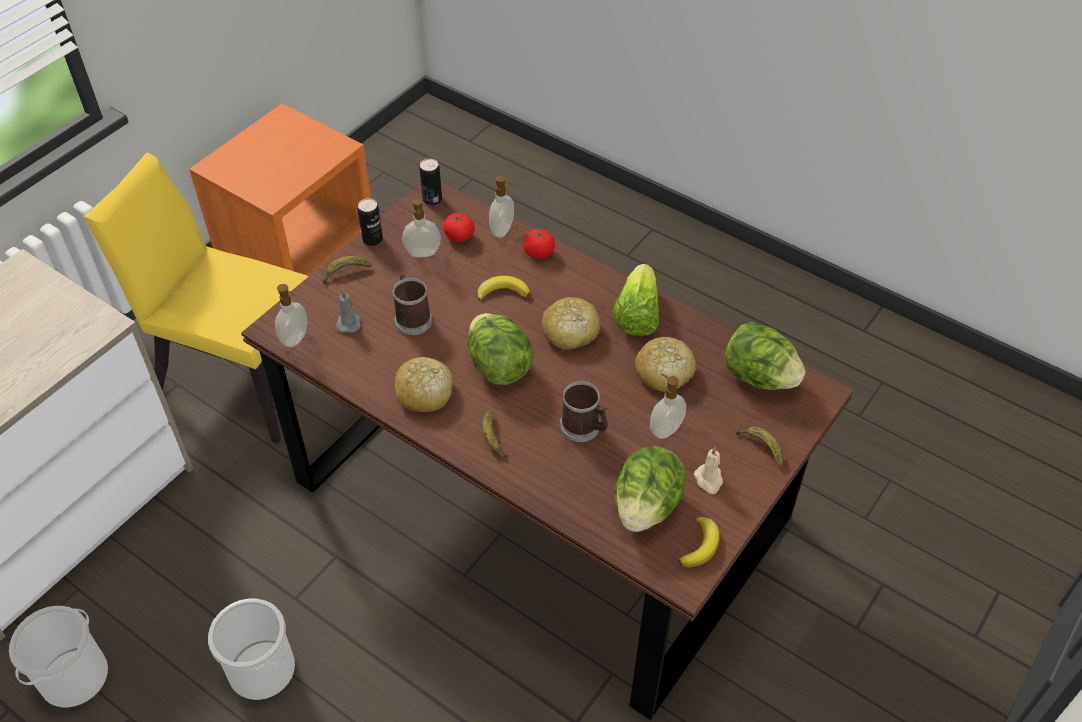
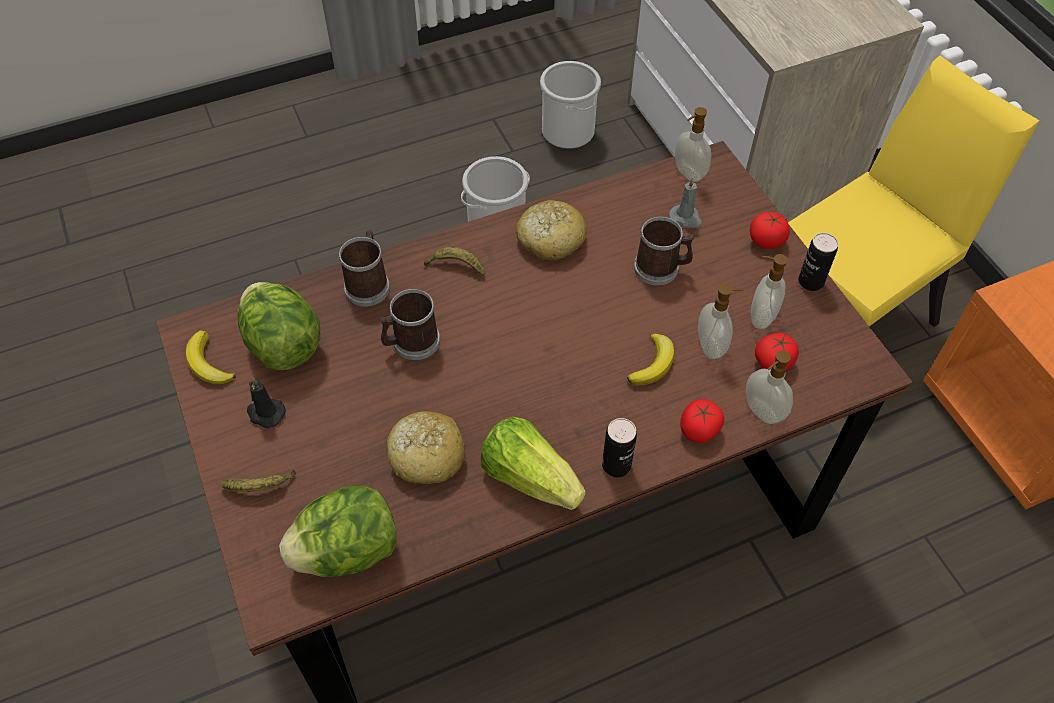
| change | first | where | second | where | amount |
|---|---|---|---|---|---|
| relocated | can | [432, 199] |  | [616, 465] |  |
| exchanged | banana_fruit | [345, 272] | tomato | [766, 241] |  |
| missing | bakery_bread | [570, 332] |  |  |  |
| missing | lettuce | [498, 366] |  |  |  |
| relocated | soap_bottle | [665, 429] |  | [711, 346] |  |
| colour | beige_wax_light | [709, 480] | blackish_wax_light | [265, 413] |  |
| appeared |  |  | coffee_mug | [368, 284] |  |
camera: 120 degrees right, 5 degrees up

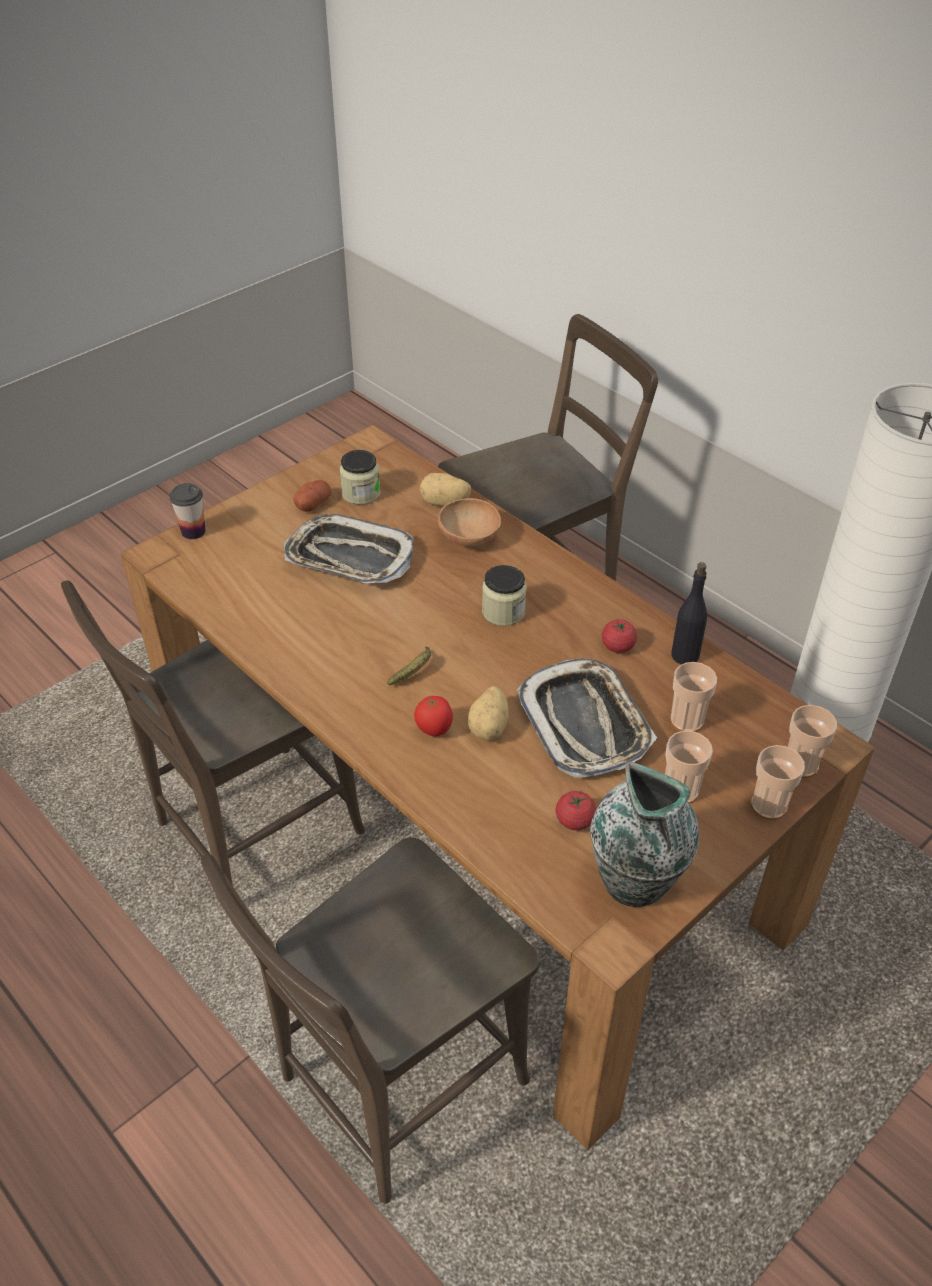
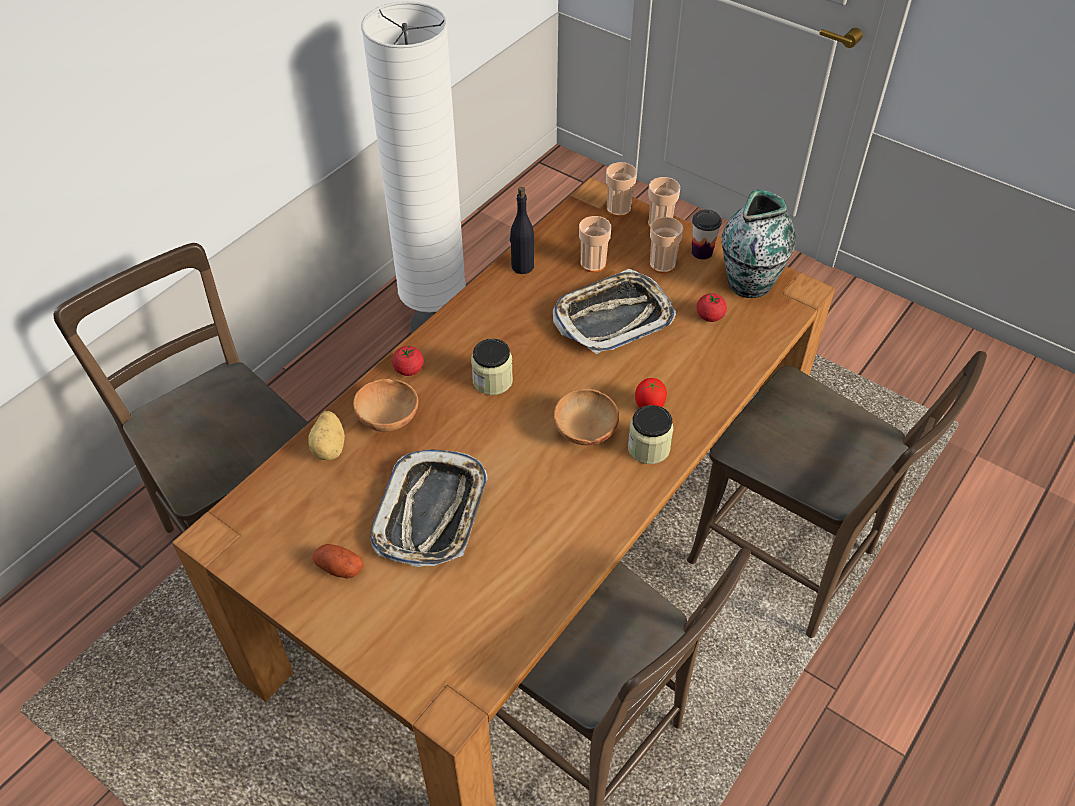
| change | first | where | second | where | amount |
|---|---|---|---|---|---|
| relocated | storage_jar | [361, 493] |  | [648, 448] |  |
| relocated | drinking_cup | [193, 531] |  | [701, 252] |  |
| relocated | tomato | [618, 646] |  | [409, 369] |  |
| exchanged | banana_fruit | [414, 671] | brown_serving_bowl | [584, 432] |  |
| missing | whole_potato | [490, 727] |  |  |  |
camera: 100 degrees left, 5 degrees up

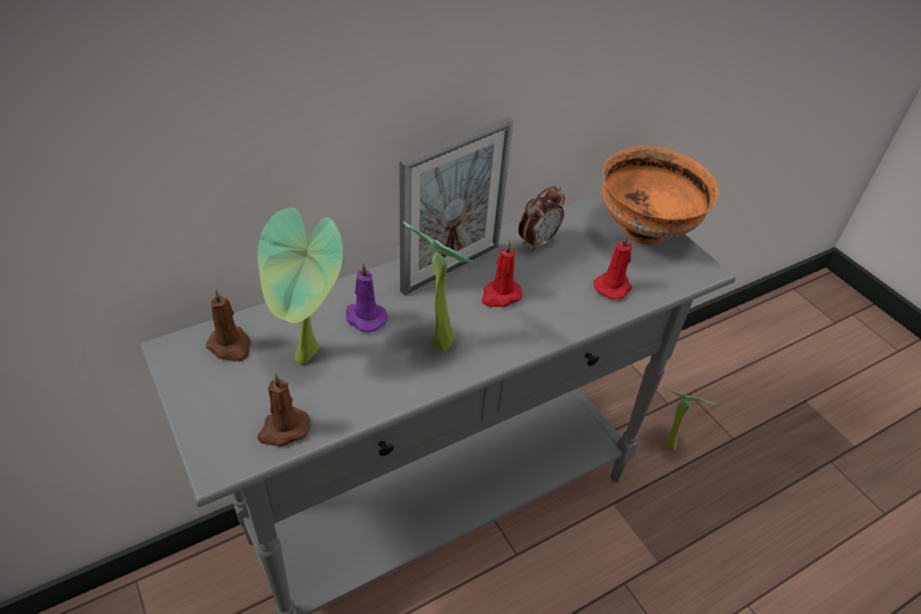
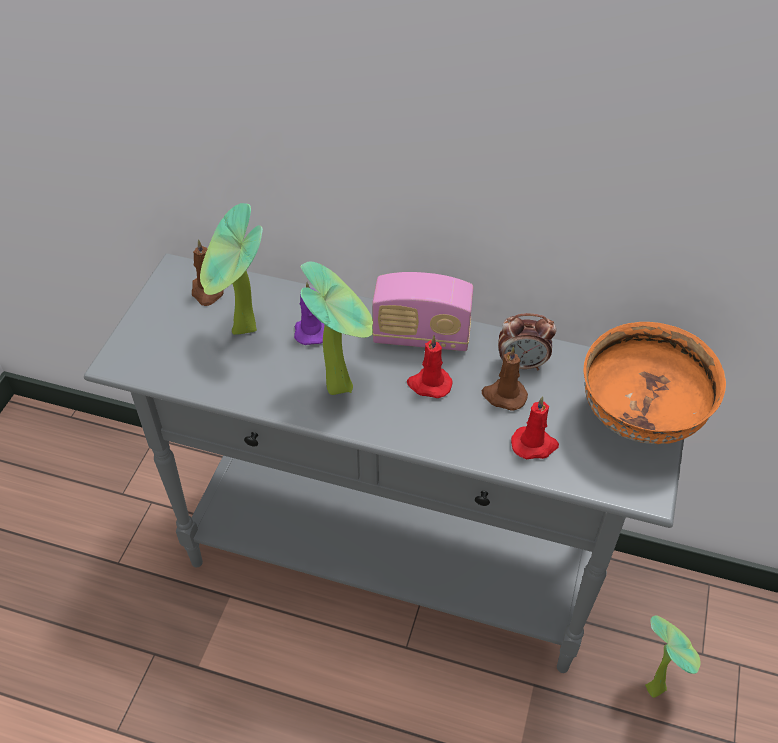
| change | first | where | second | where | amount |
|---|---|---|---|---|---|
| exchanged | photo_frame | [451, 268] | radio_receiver | [421, 336] |  |
| relocated | brown_wax_light | [283, 429] |  | [503, 396] |  |
camera: 50 degrees right, 5 degrees up

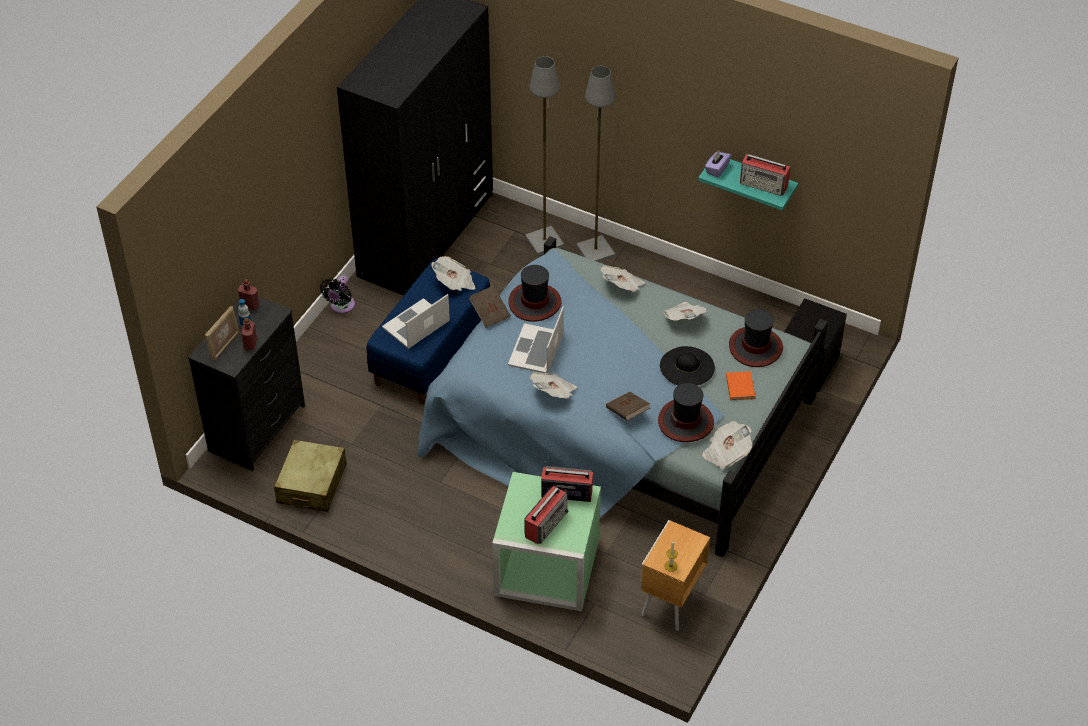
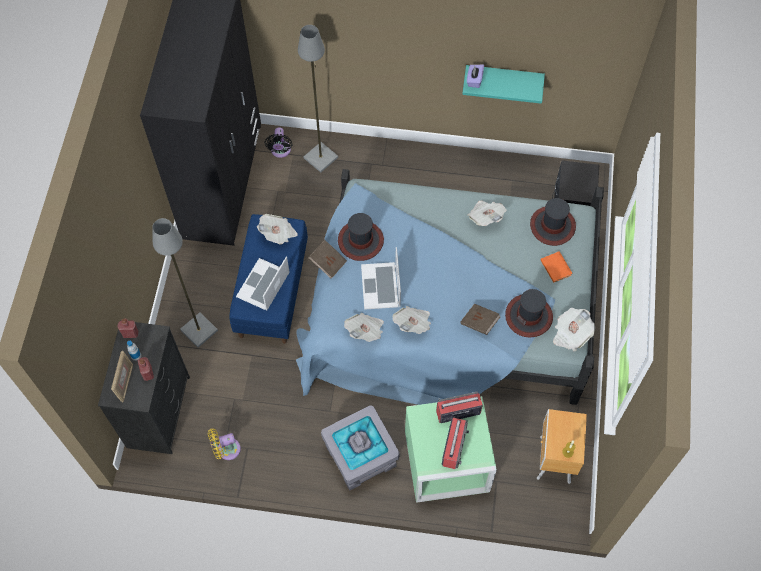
| change | first | where | second | where | amount |
|---|---|---|---|---|---|
| relocated | grey_standard_lamp | [594, 251] |  | [198, 330] |  |
| missing | radio_receiver | [764, 185] |  |  |  |
| relocated | newspaper | [622, 286] |  | [365, 331] |  |
| relocated | blackish_fan | [341, 306] |  | [280, 151] |  |
| missing | blackish_wearable_hat | [687, 367] |  |  |  |
| exchanged | beige_suitcase | [311, 484] | yellow-coloured_fan | [226, 450] |  |
| appeared |  |  | grey_storage_bin | [360, 456] |  |
camera: 20 degrees left, 15 degrees up

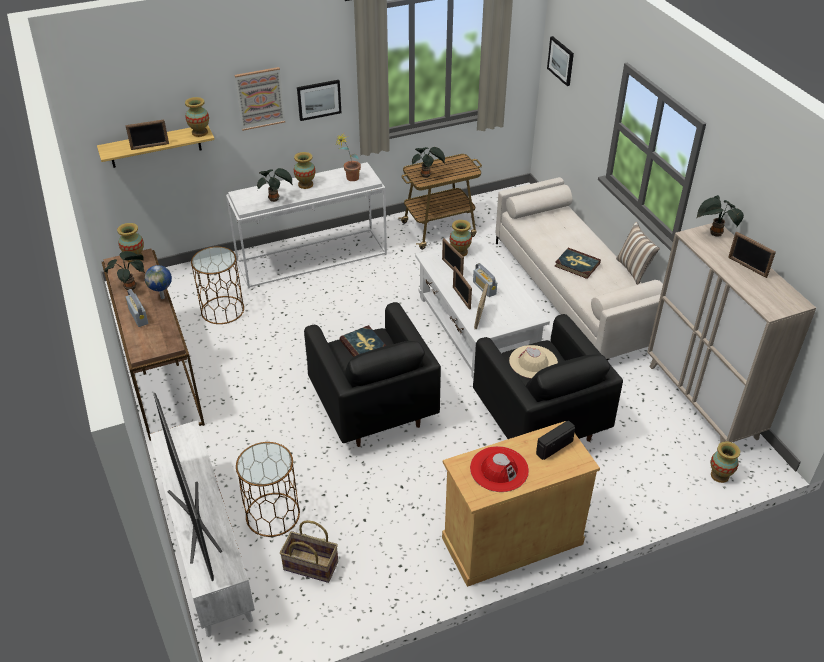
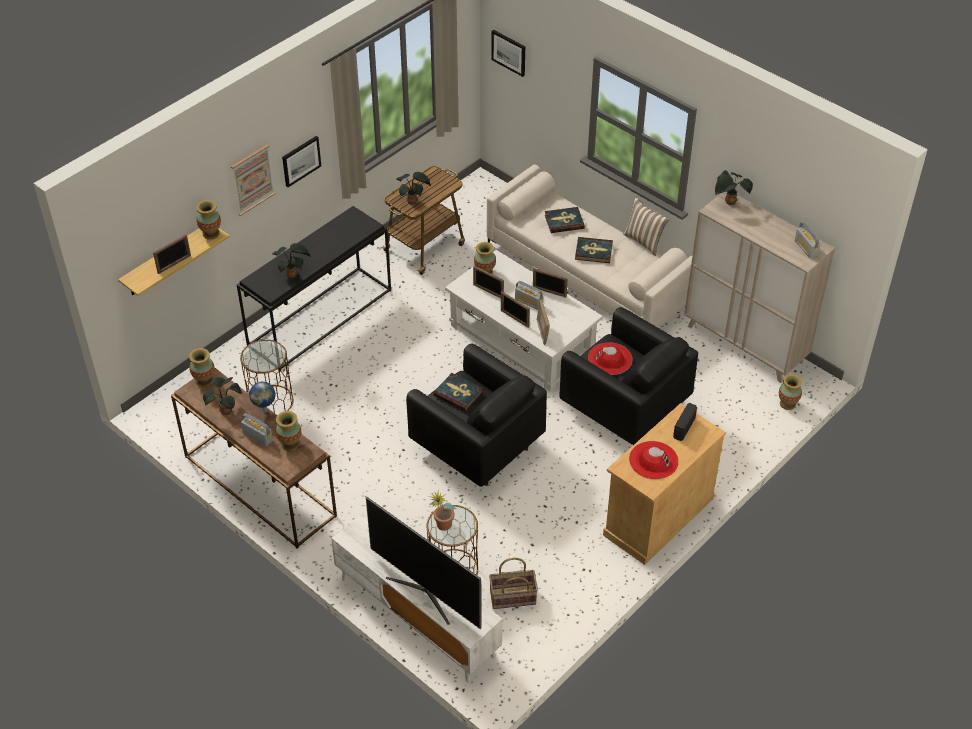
| change | first | where | second | where | amount |
|---|---|---|---|---|---|
| relocated | houseplant | [349, 179] |  | [442, 528] |  |
| relocated | flower_vase | [305, 184] |  | [290, 444] |  |
| colour | white-coloured_narrow_table | [312, 257] | blackish_narrow_table | [320, 317] |  |
| relocated | photo_frame | [747, 267] |  | [549, 292] |  |
| colour | beige_wearable_hat | [533, 362] | red_wearable_hat | [610, 359] |  |
| appeared |  |  | volume | [564, 221] |  |
| appeared |  |  | radio_receiver | [806, 248] |  |
camera: 25 degrees left, 5 degrees up

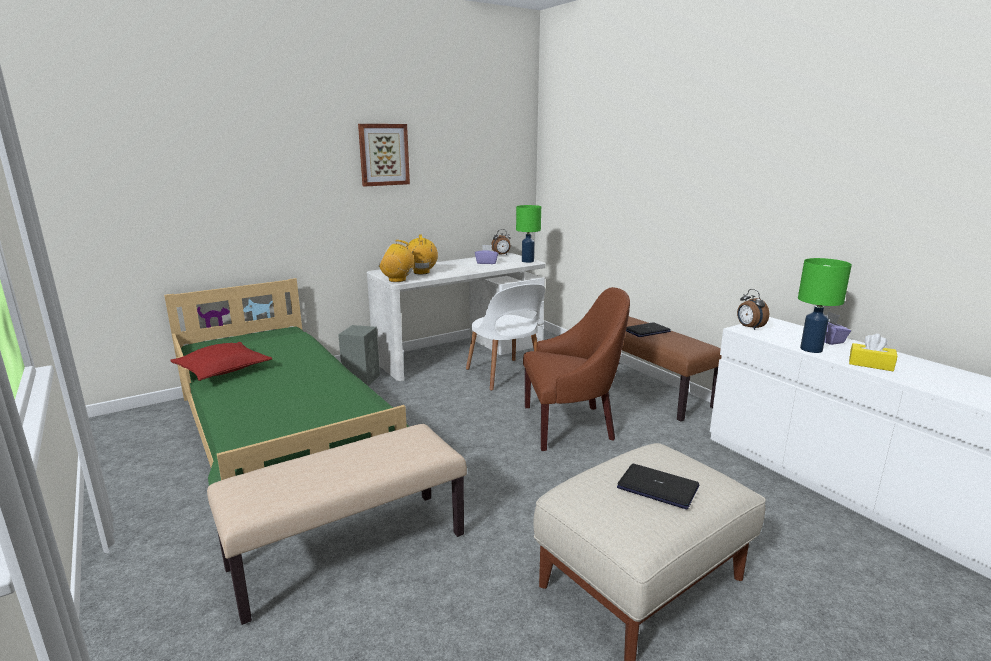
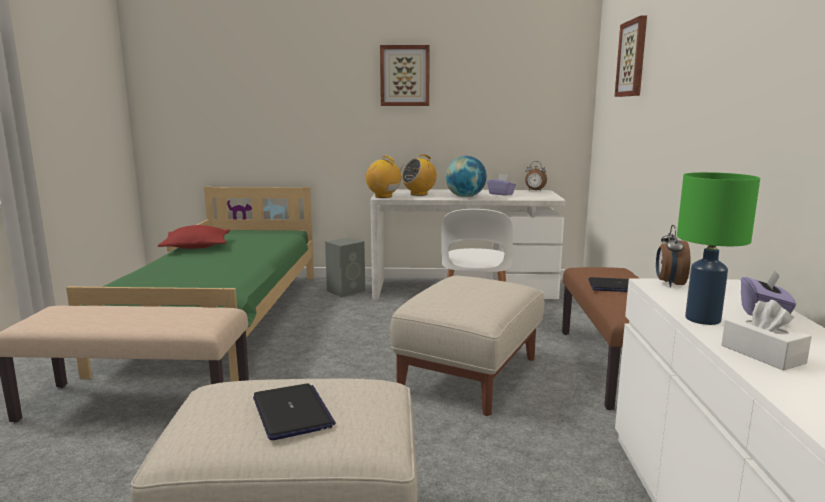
| change | first | where | second | where | amount |
|---|---|---|---|---|---|
| missing | green-coloured_tabletop_lamp | [527, 261] |  |  |  |
| spun | radio_receiver | [421, 272] |  | [419, 194] | 150 degrees counterclockwise |
| exchanged | brown_easy_chair | [570, 425] | beige_footrest | [468, 374] |  |
| colour | yellow-coloured_tissue_box | [870, 364] | white-coloured_tissue_box | [762, 354] |  |
| appeared |  |  | wall_art | [632, 58] |  |
| appeared |  |  | desk_globe | [465, 197] |  |
camera: 35 degrees right, 5 degrees down

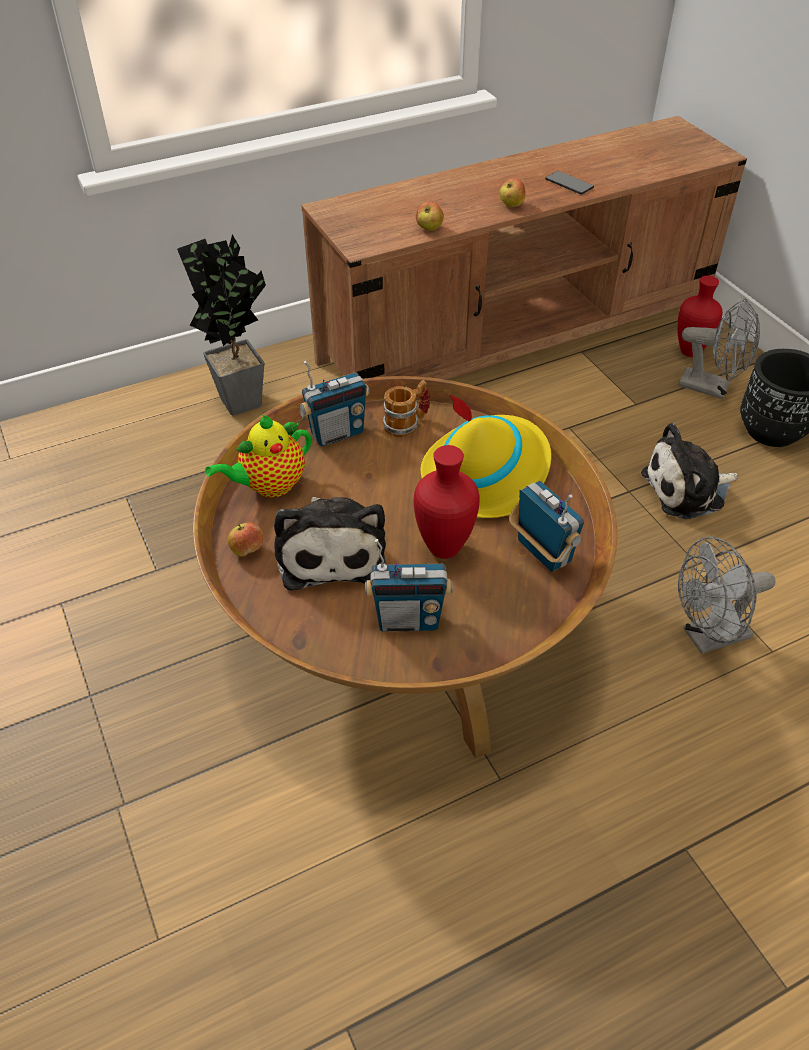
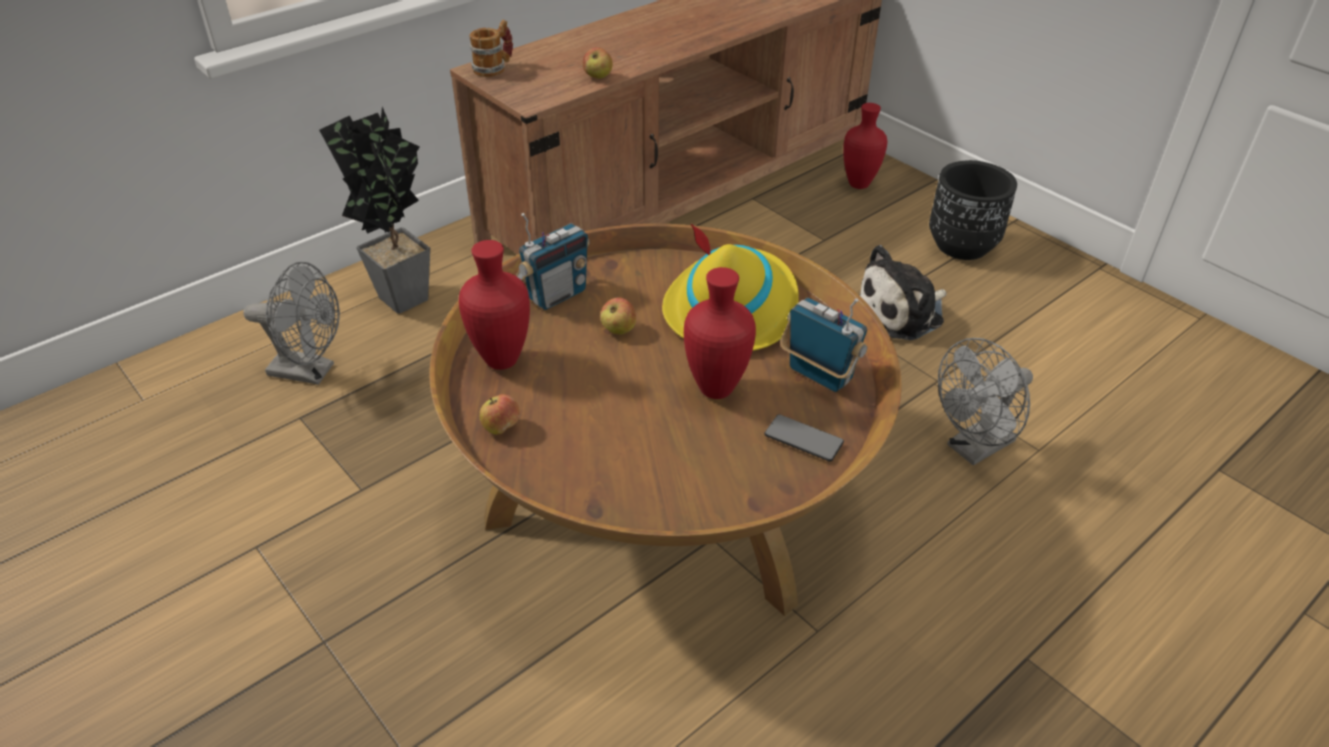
| change | first | where | second | where | amount |
|---|---|---|---|---|---|
| relocated | handset | [569, 184] |  | [803, 439] |  |
| relocated | whole_apple | [511, 204] |  | [618, 329] |  |
| relocated | grey_fan | [711, 388] |  | [311, 371] |  |
| relocated | coffee_mug | [407, 424] |  | [494, 68] |  |
| exchanged | pot_for_tea | [269, 486] | red_flower_vase | [502, 359] |  |
| missing | plush_toy | [330, 550] |  |  |  |
| missing | radio_receiver | [408, 620] |  |  |  |
camera: 15 degrees left, 5 degrees down

